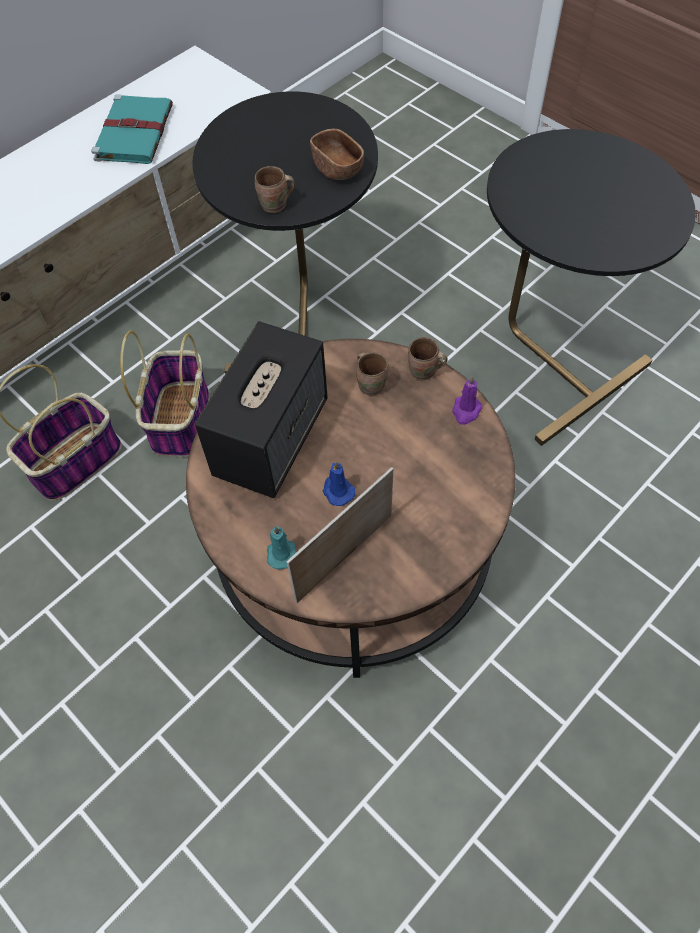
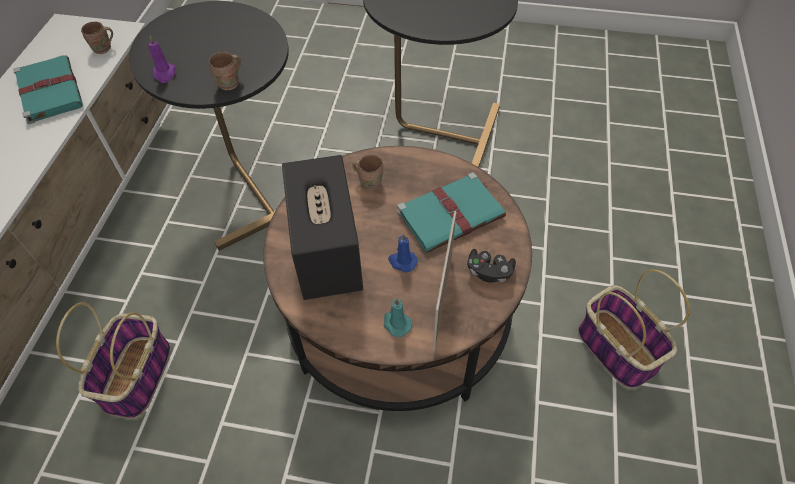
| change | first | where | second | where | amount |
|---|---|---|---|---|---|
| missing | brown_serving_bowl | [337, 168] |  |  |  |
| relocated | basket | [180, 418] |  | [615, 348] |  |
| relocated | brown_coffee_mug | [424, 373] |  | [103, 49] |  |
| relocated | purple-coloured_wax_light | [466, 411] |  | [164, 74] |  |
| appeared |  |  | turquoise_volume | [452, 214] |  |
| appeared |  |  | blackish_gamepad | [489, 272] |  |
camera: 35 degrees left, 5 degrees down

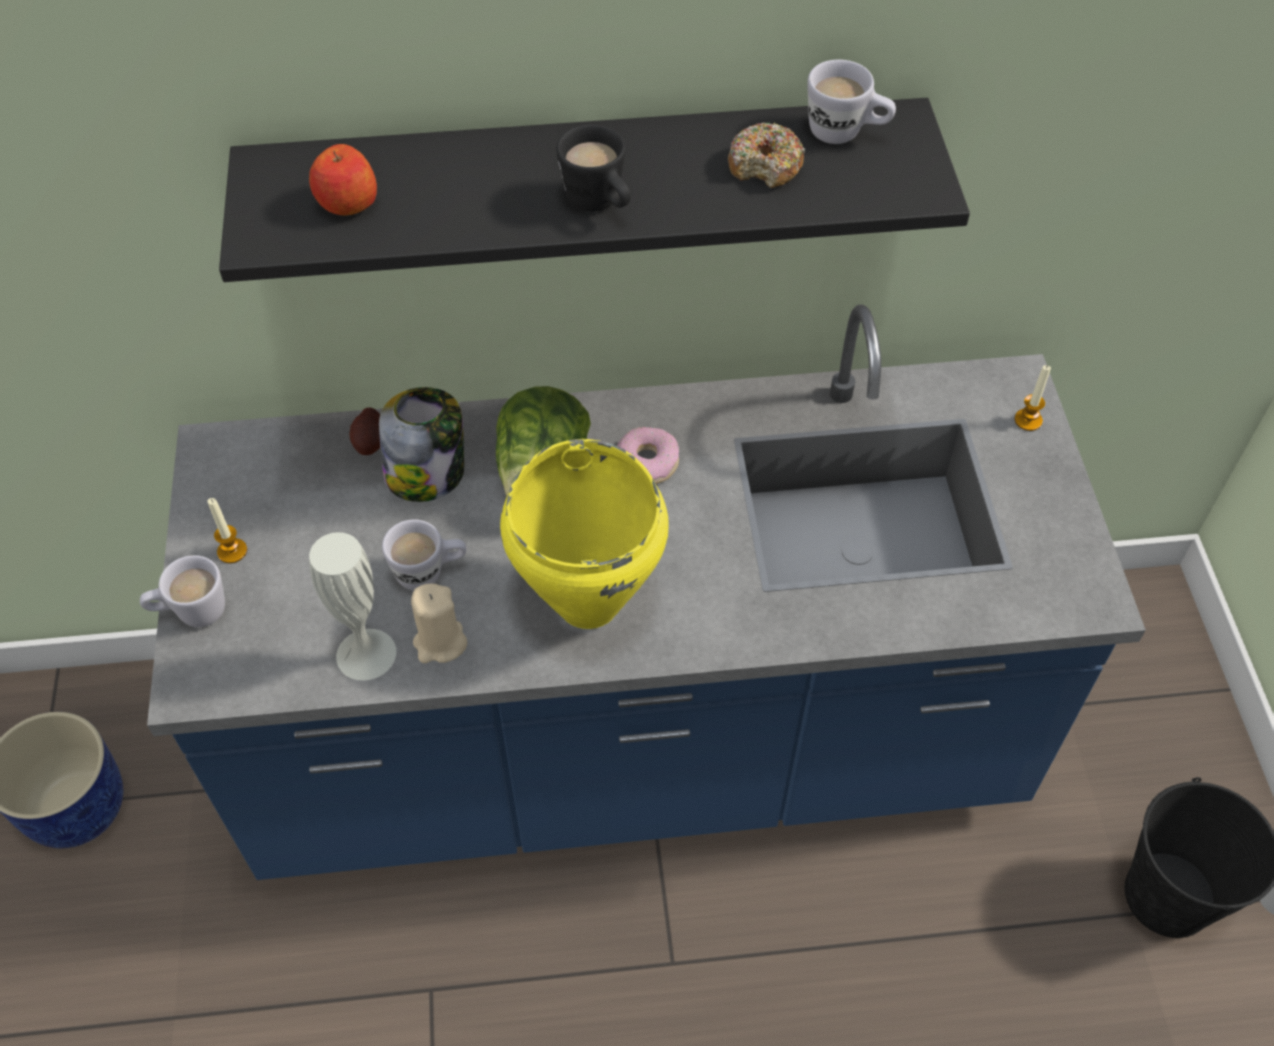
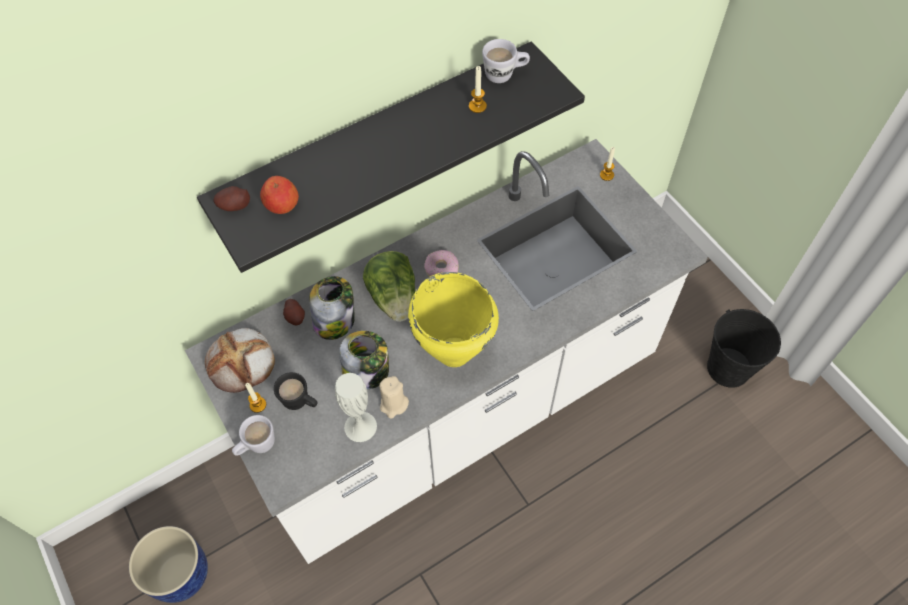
| change | first | where | second | where | amount |
|---|---|---|---|---|---|
| exchanged | donut | [765, 166] | wax_light | [477, 106] |  |
| relocated | blackish_coffee_mug | [600, 204] |  | [300, 402] |  |
| colour | blue_kitchen_base_unit | [637, 746] | white-coloured_kitchen_base_unit | [456, 408] |  |
| exchanged | white-coloured_coffee_mug | [429, 572] | storage_jar | [367, 371] |  |
| appeared |  |  | whole_potato | [234, 206] |  |
| appeared |  |  | bakery_bread | [242, 362] |  |
camera: 25 degrees left, 5 degrees up

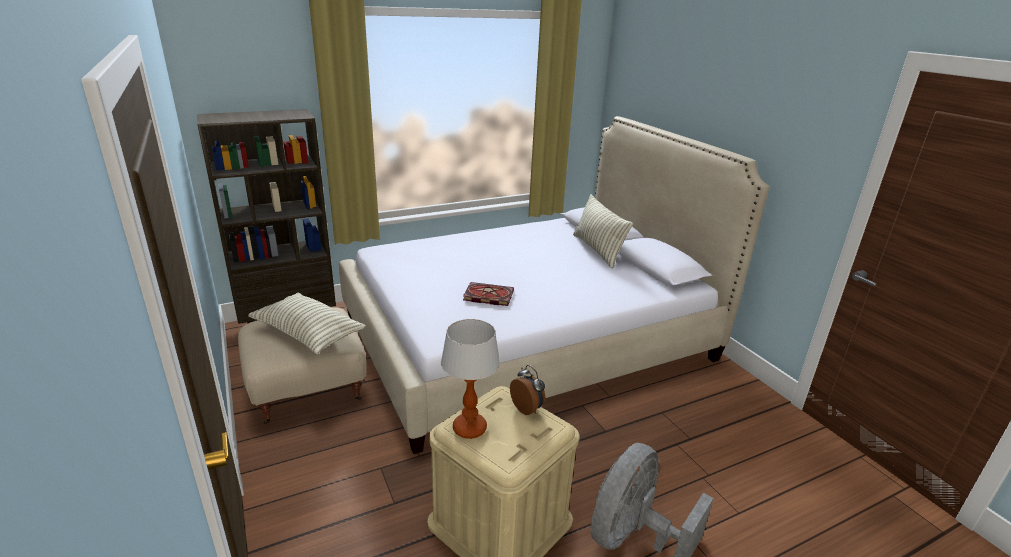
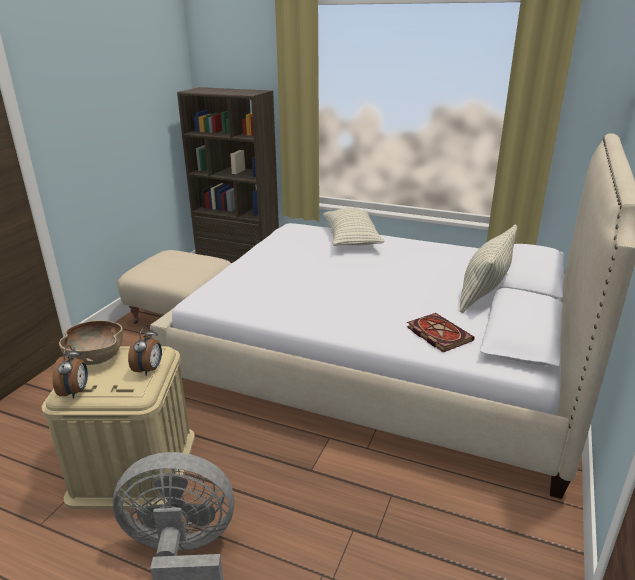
| change | first | where | second | where | amount |
|---|---|---|---|---|---|
| relocated | volume | [487, 296] |  | [437, 334] |  |
| relocated | pillow | [308, 334] |  | [351, 239] |  |
| exchanged | tabletop_lamp | [469, 429] | brown_serving_bowl | [96, 358] |  |
| appeared |  |  | table_clock | [75, 392] |  |
camera: 50 degrees right, 0 degrees up

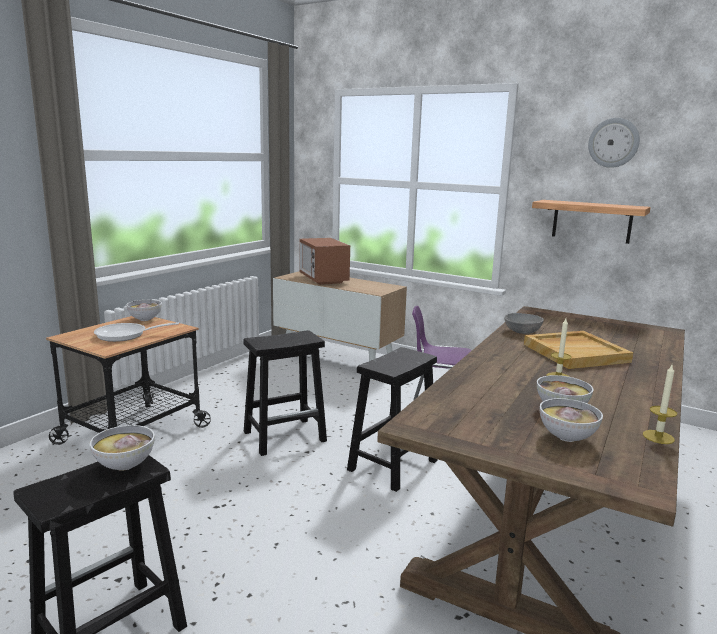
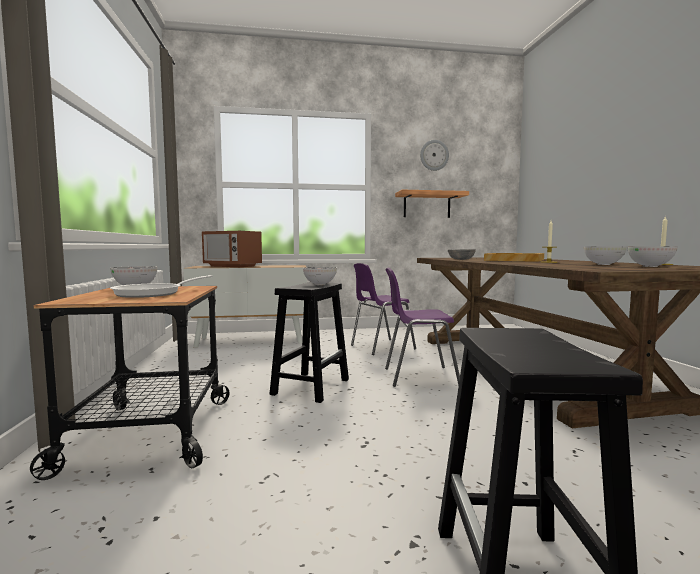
| change | first | where | second | where | amount |
|---|---|---|---|---|---|
| exchanged | blackish_sitting_stool | [393, 464] | purple-coloured_upright_chair | [418, 376] |  |
| relocated | serving_bowl | [125, 466] |  | [320, 284] |  |
camera: 40 degrees left, 10 degrees down

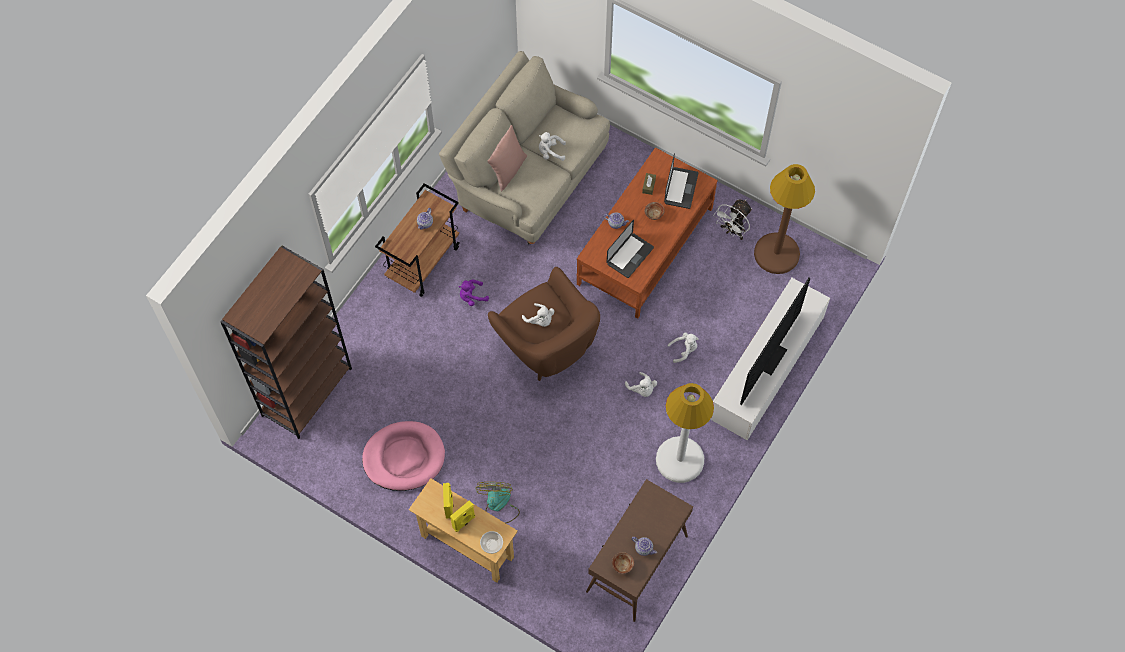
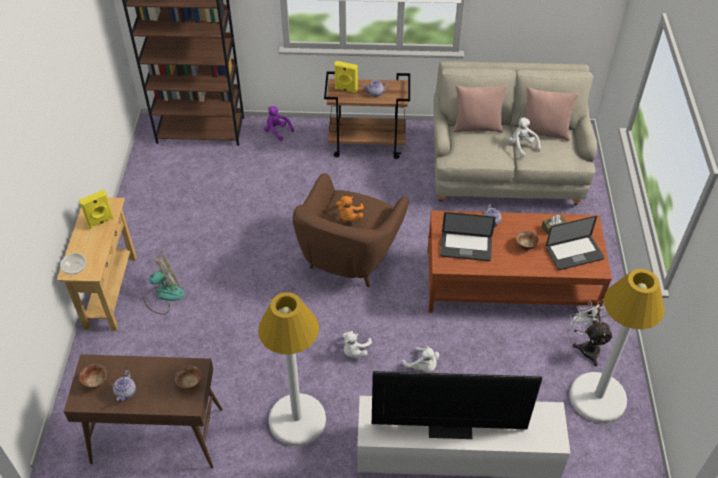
| change | first | where | second | where | amount |
|---|---|---|---|---|---|
| colour | brown_standard_lamp | [776, 253] | white-coloured_standard_lamp | [597, 398] |  |
| spun | white-coloured_fan | [732, 231] |  | [588, 346] | 75 degrees clockwise |
| relocated | purple-coloured_plush_toy | [472, 297] |  | [277, 131] |  |
| colour | white-coloured_plush_toy | [540, 320] | orange_plush_toy | [349, 217] |  |
| missing | pink-coloured_dog_bed | [404, 457] |  |  |  |
| relocated | yellow-coloured_speaker | [464, 522] |  | [346, 90] |  |
| appeared |  |  | pink-coloured_pillow | [544, 132] |  |
| appeared |  |  | serving_bowl | [190, 384] |  |
camera: 60 degrees right, 15 degrees down

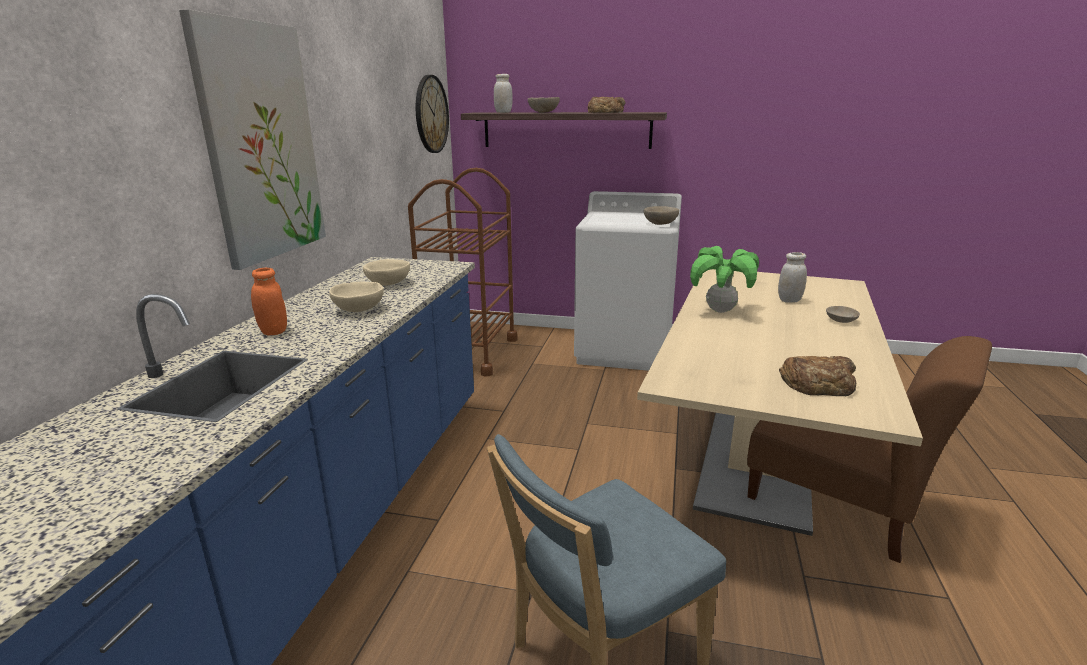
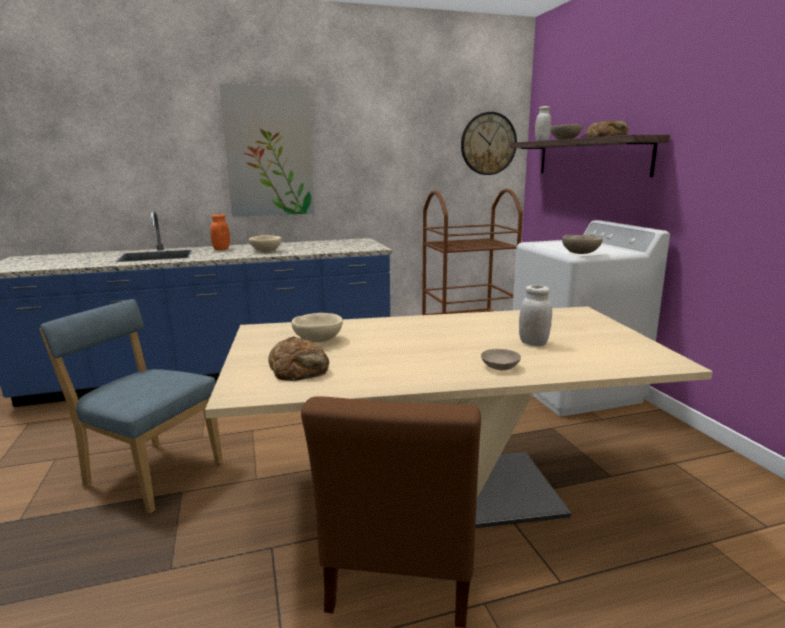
| change | first | where | second | where | amount |
|---|---|---|---|---|---|
| missing | houseplant | [720, 310] |  |  |  |
| relocated | beige_serving_bowl | [388, 283] |  | [318, 340] |  |
camera: 60 degrees right, 5 degrees down

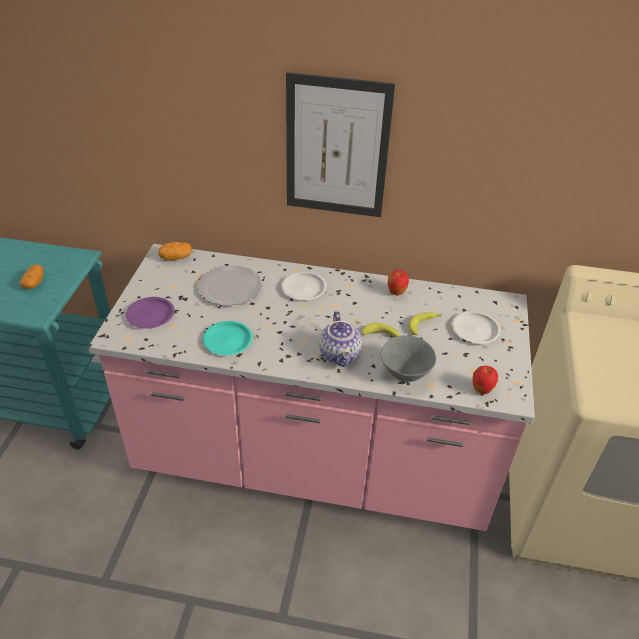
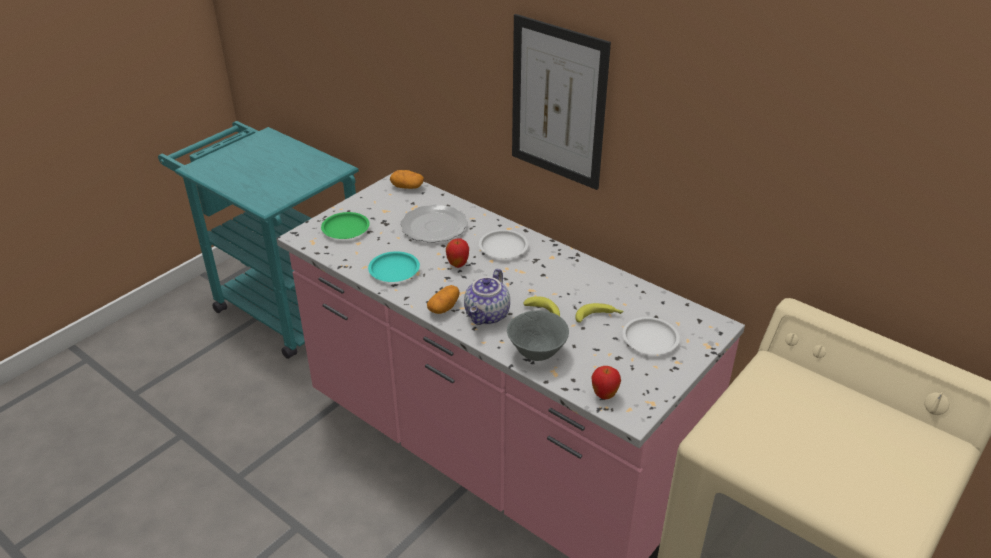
| change | first | where | second | where | amount |
|---|---|---|---|---|---|
| relocated | whole_potato | [34, 283] |  | [444, 307] |  |
| relocated | whole_apple | [396, 293] |  | [458, 265] |  |
| colour | purple-coloured_dinner_plate | [151, 315] | green-coloured_dinner_plate | [346, 229] |  |
camera: 30 degrees right, 5 degrees down

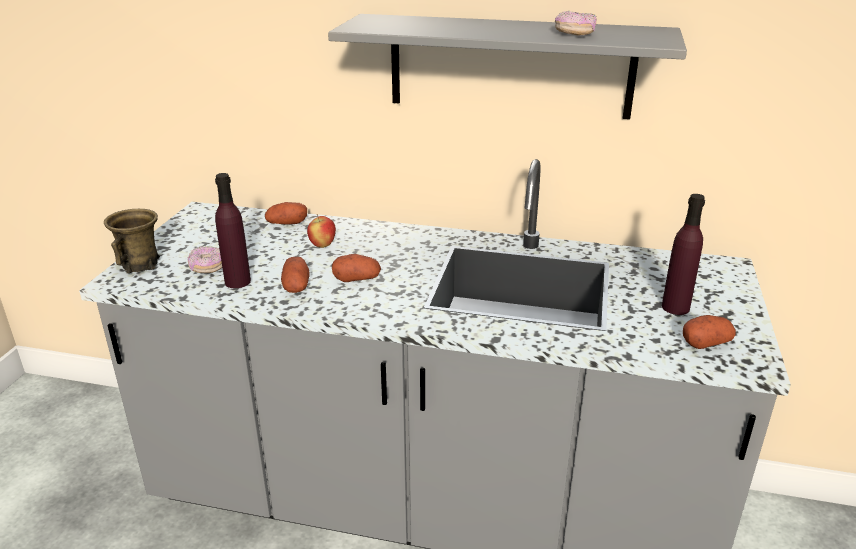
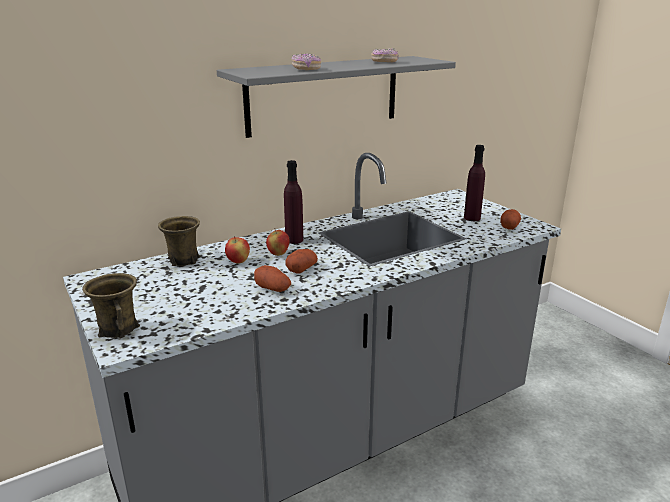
| change | first | where | second | where | amount |
|---|---|---|---|---|---|
| relocated | purple-coloured_drink_bottle | [237, 281] |  | [294, 240] |  |
| exchanged | whole_potato | [287, 223] | brown_coffee_mug | [183, 260] |  |
| relocated | donut | [207, 267] |  | [306, 69] |  |
| appeared |  |  | whole_apple | [278, 254] |  |
camera: 45 degrees left, 5 degrees down

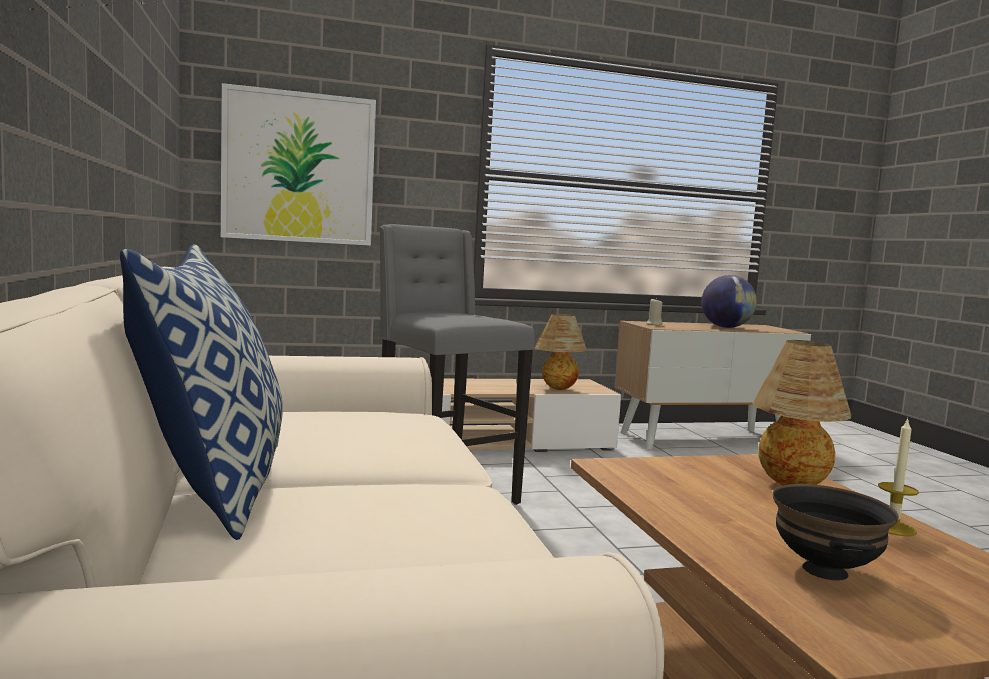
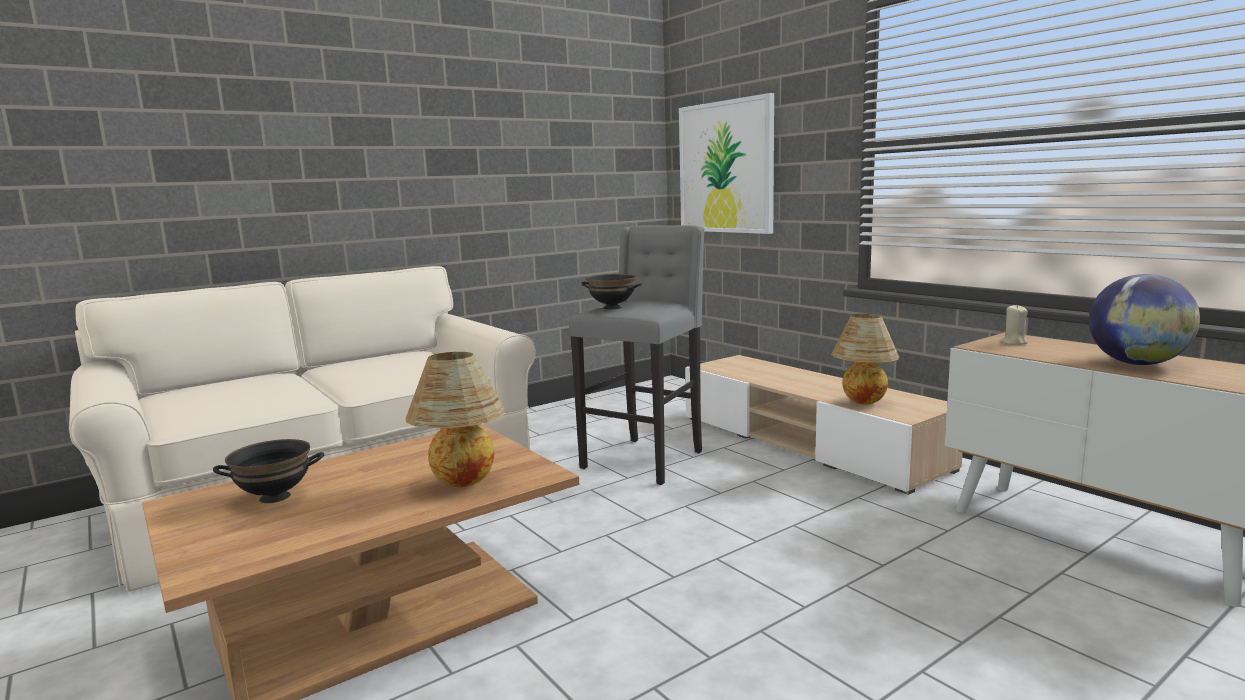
| change | first | where | second | where | amount |
|---|---|---|---|---|---|
| missing | pillow | [213, 488] |  |  |  |
| missing | wax_light | [892, 527] |  |  |  |
| appeared |  |  | blackish_serving_bowl | [611, 308] |  |
camera: 70 degrees right, 5 degrees up

